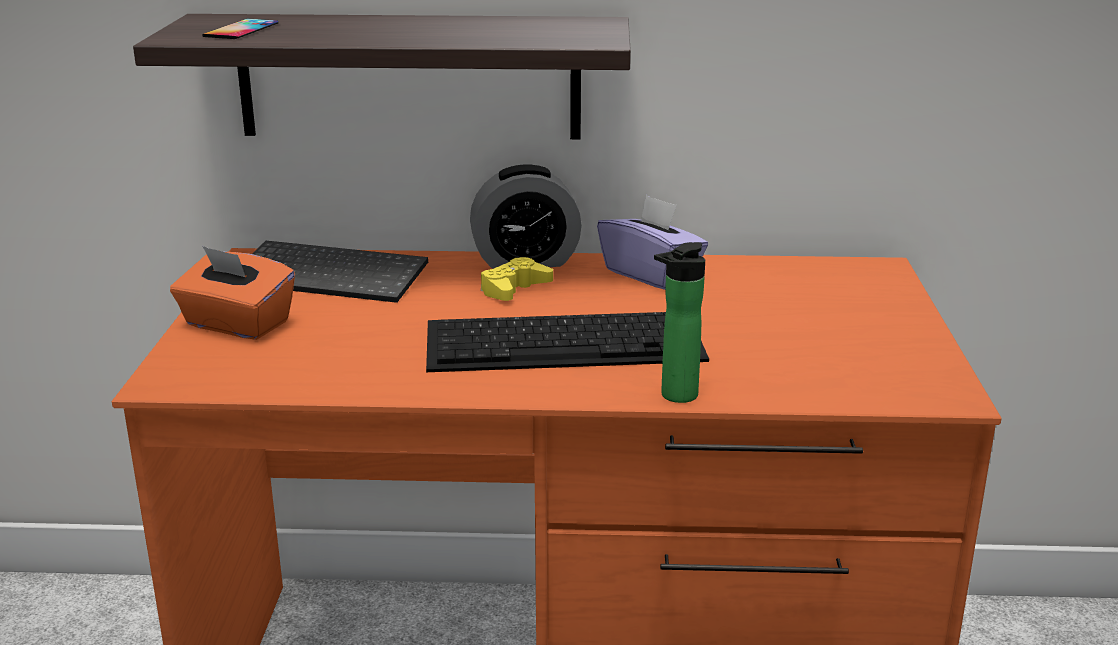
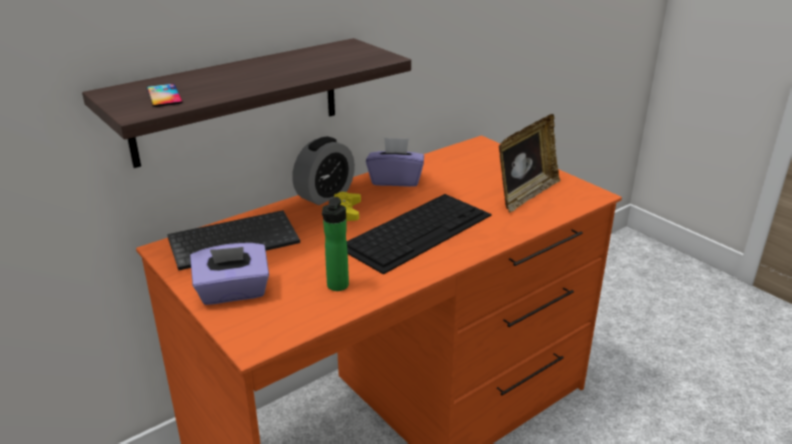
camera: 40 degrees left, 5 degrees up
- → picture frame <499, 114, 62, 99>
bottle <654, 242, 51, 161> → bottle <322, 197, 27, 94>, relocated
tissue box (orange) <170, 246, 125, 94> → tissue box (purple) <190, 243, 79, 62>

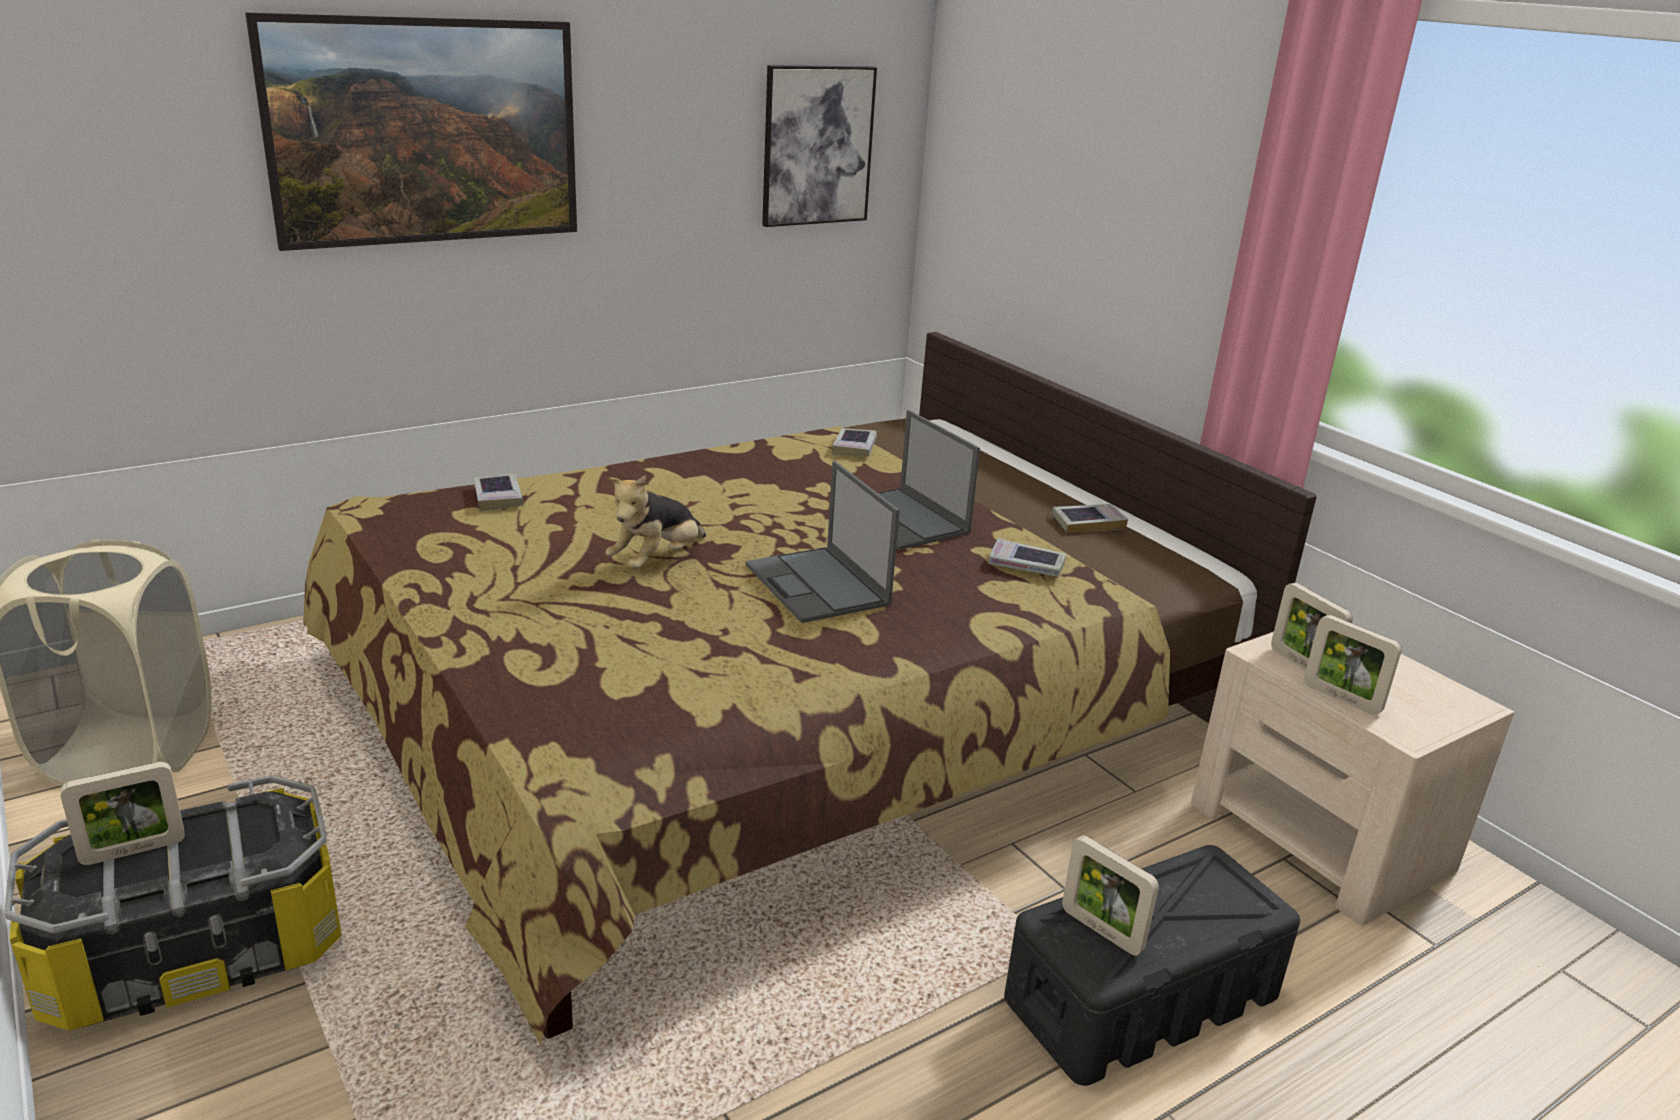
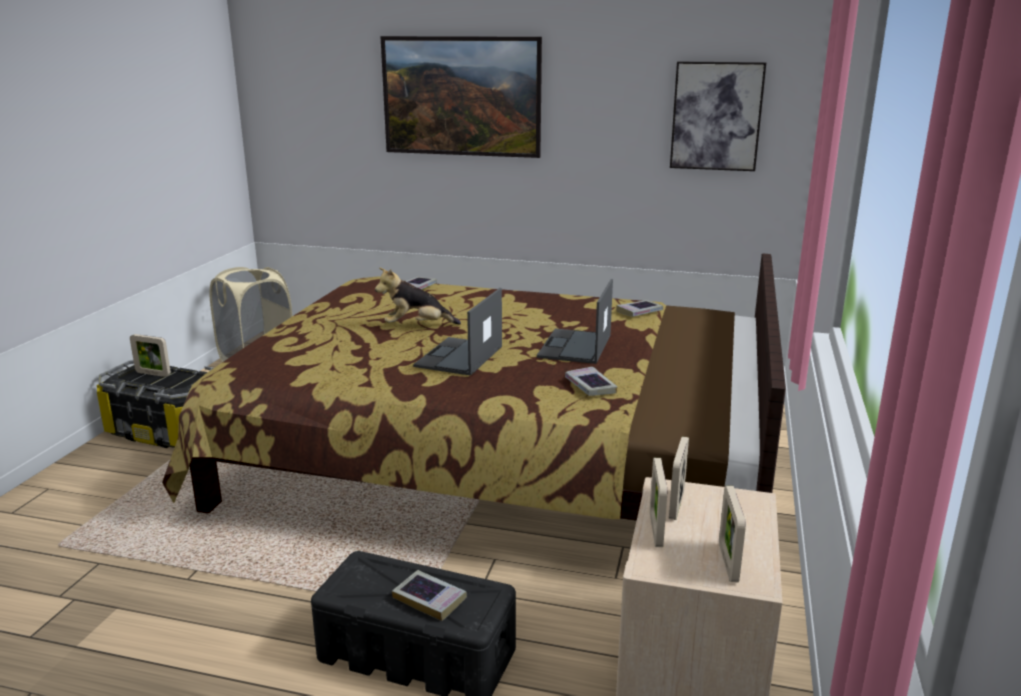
camera: 50 degrees right, 5 degrees down
book <1052, 504, 76, 29> → book <392, 570, 75, 51>, relocated
picture frame <1062, 836, 97, 120> → picture frame <719, 485, 27, 97>, relocated

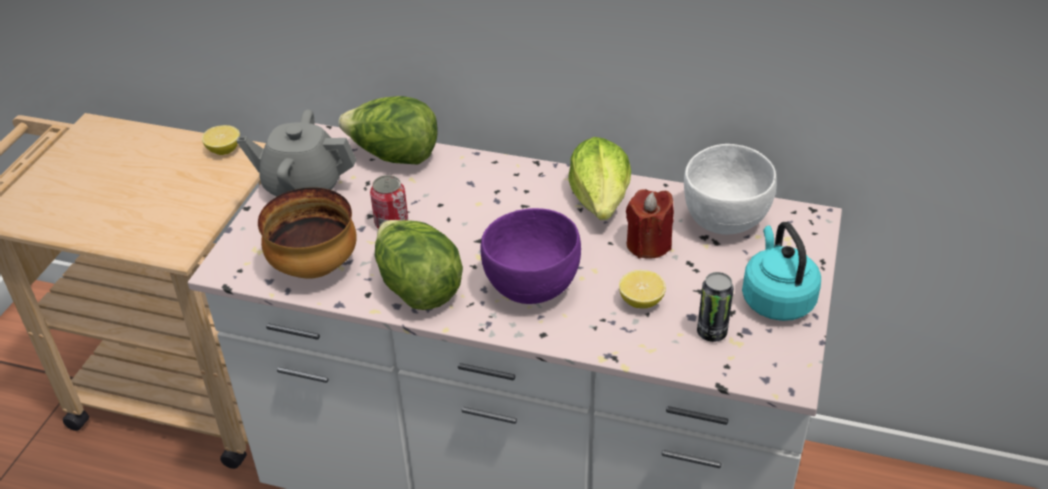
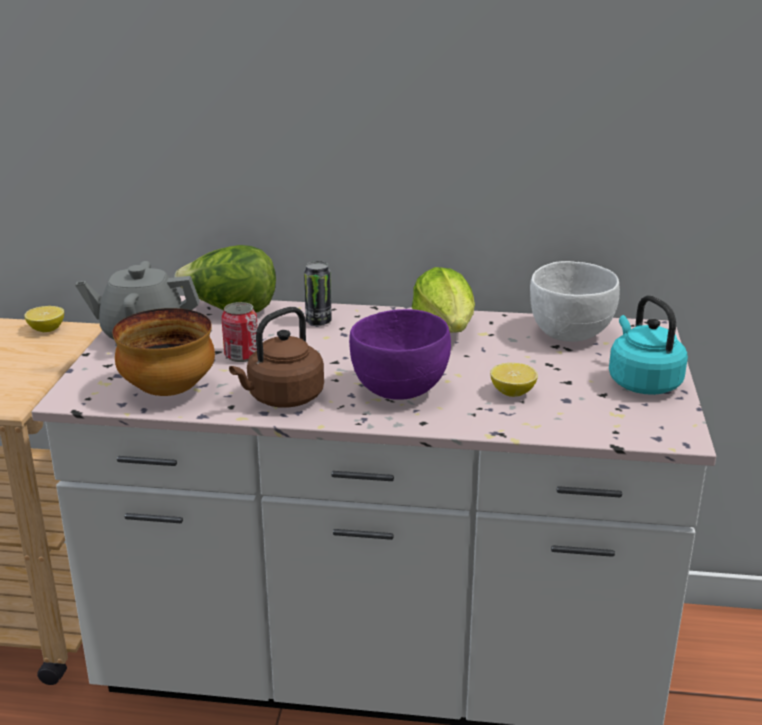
camera: 10 degrees left, 15 degrees down
candle (red) <626, 189, 48, 70> → -
can <697, 272, 37, 70> → can <304, 261, 28, 65>, relocated
lettuce <375, 220, 88, 90> → kettle (brown) <229, 307, 95, 101>

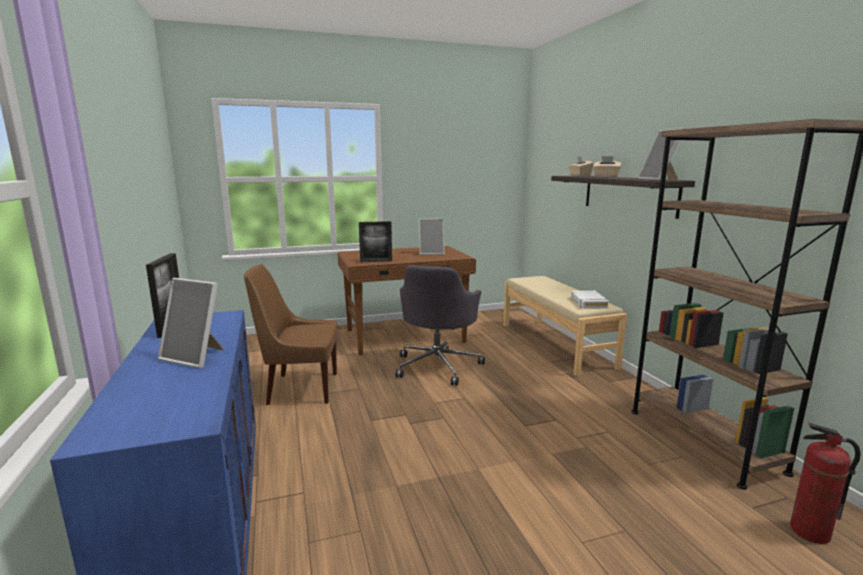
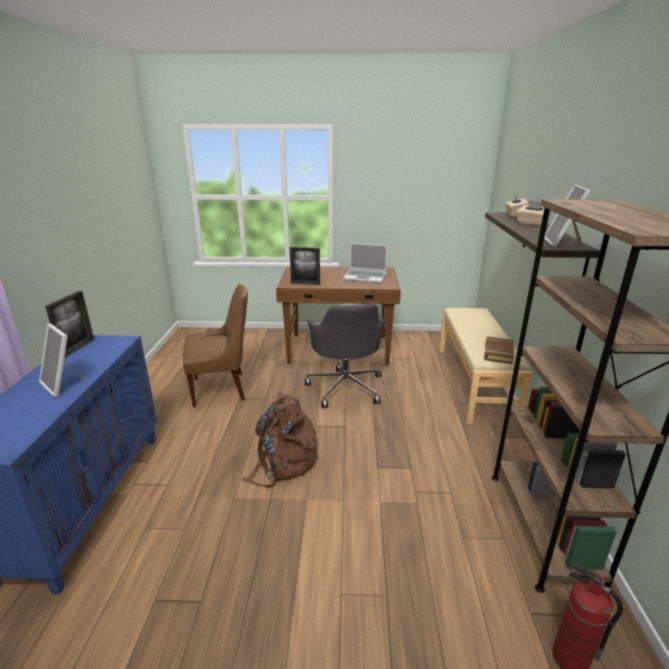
camera: 20 degrees right, 10 degrees up
- → backpack (brown) <242, 392, 77, 96>
picture frame <419, 219, 25, 36> → laptop <343, 243, 45, 40>
book (white) <571, 291, 38, 18> → book (brown) <484, 337, 30, 27>
chair (brown) <244, 264, 94, 141> → chair (brown) <183, 284, 65, 123>, 150 degrees clockwise
office chair (grey) <395, 265, 90, 121> → office chair (grey) <305, 303, 79, 105>, 45 degrees counterclockwise

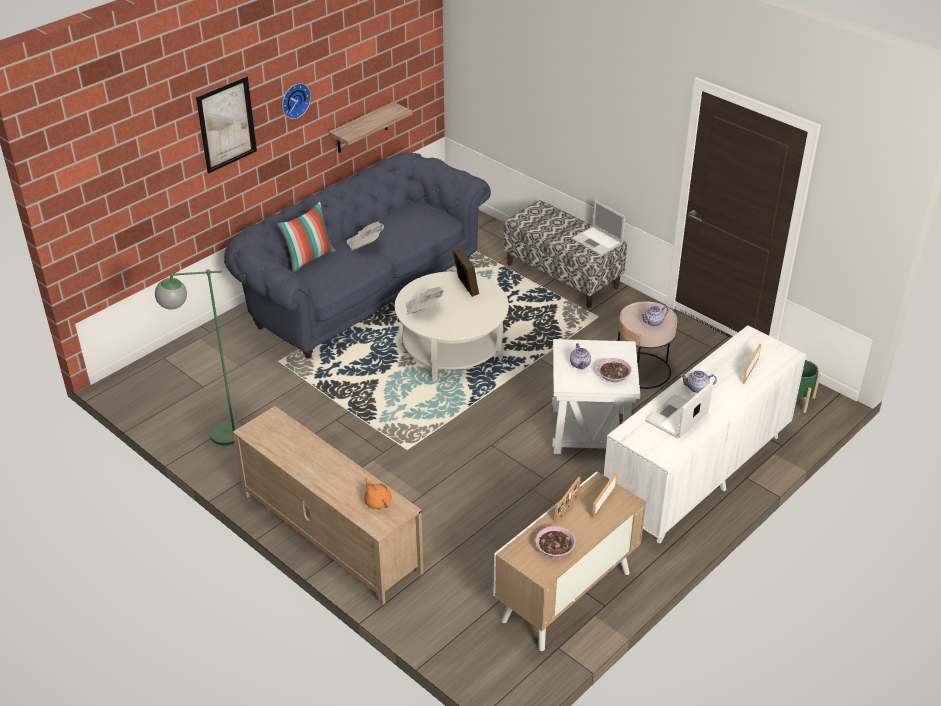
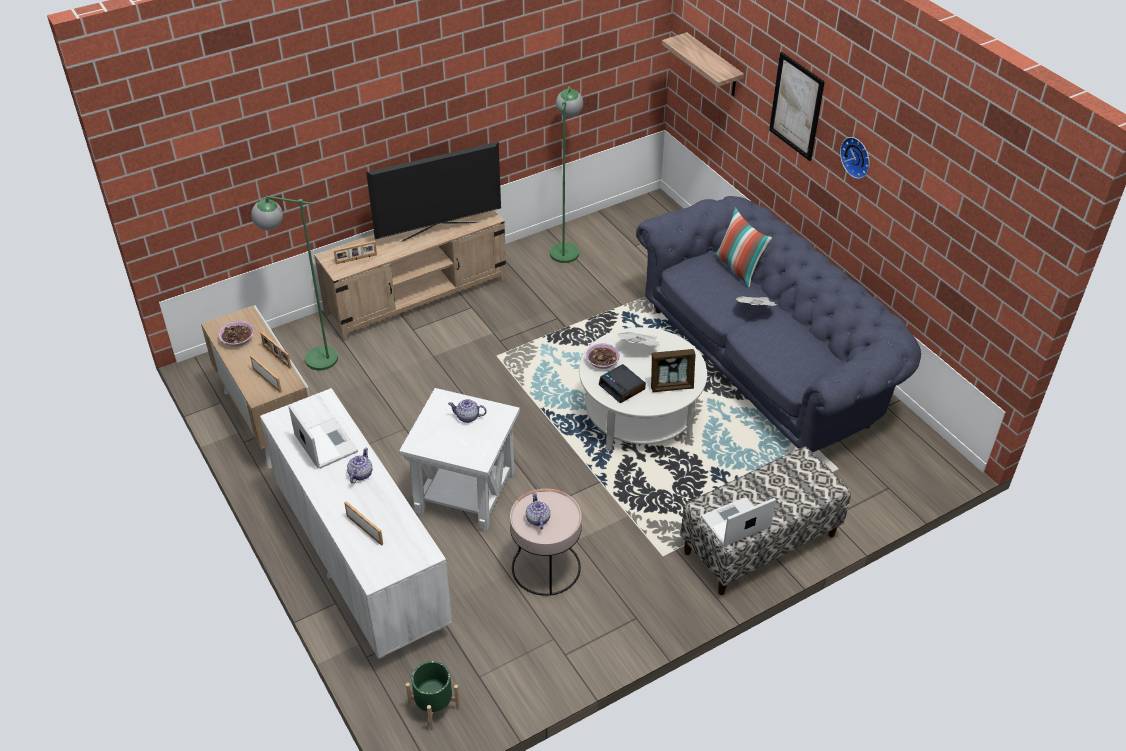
camera: 105 degrees right, 5 degrees up
- → floor lamp (green) <251, 196, 87, 174>
- → television <366, 142, 135, 100>
- → alarm clock <599, 364, 47, 39>
shelf <329, 102, 83, 51> → shelf <662, 32, 82, 64>, relocated
bowl <597, 358, 35, 24> → bowl <586, 344, 34, 25>, relocated
teapot (orange) <364, 477, 28, 32> → picture frame <334, 241, 43, 23>

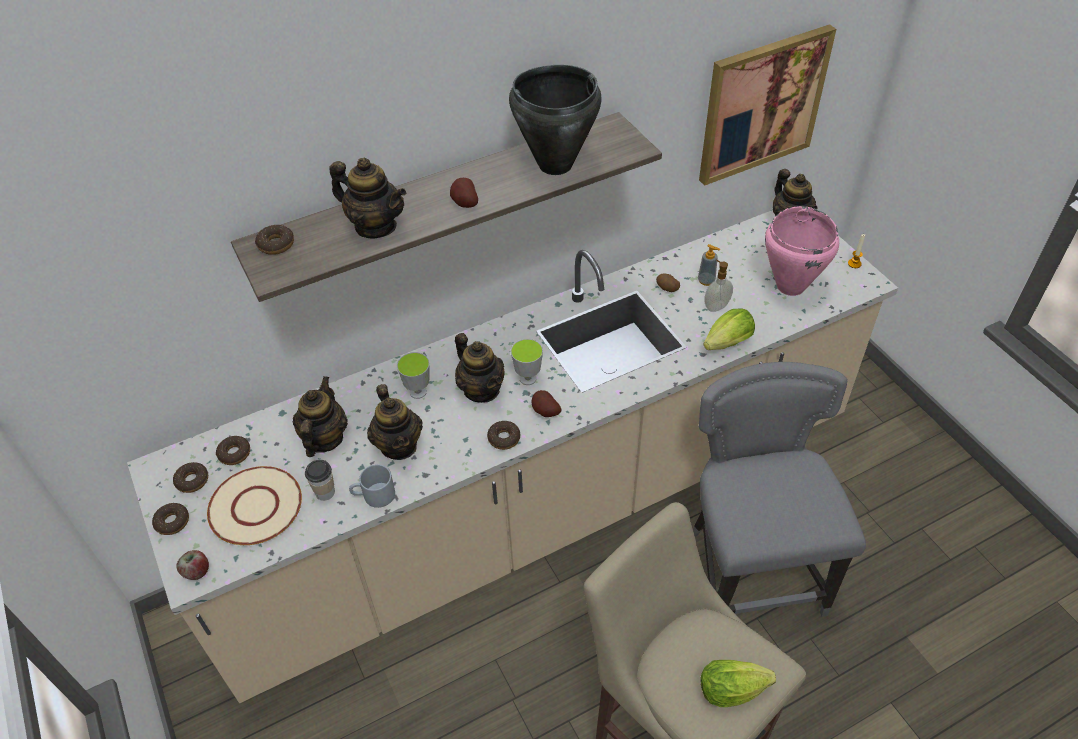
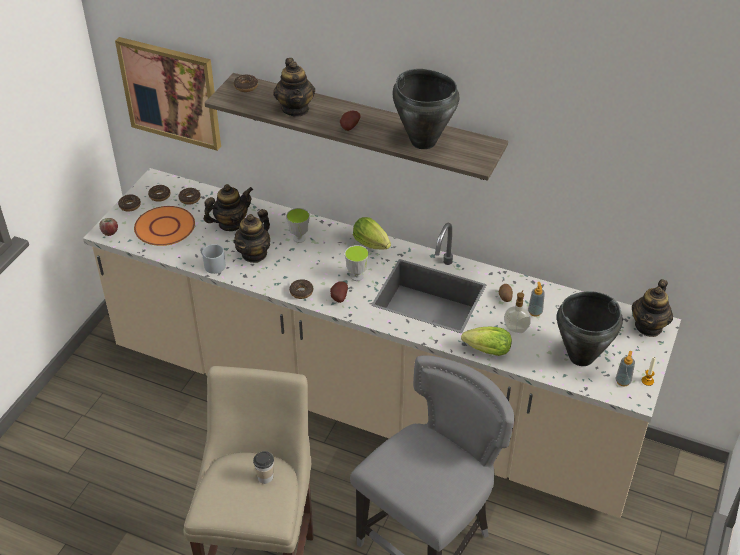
camera: 50 degrees right, 5 degrees down
teapot <455, 333, 50, 70> → -
- → soap dispenser <616, 351, 19, 36>
cup <305, 459, 30, 42> → cup <253, 451, 21, 33>, relocated
picture <699, 24, 137, 162> → picture <115, 37, 106, 114>, relocated
lettuce <700, 660, 76, 47> → lettuce <353, 217, 38, 32>, relocated
plate (beige) <207, 466, 95, 79> → plate (orange) <134, 206, 61, 40>
cooking pot (pink) <765, 206, 74, 90> → cooking pot (black) <557, 291, 66, 75>

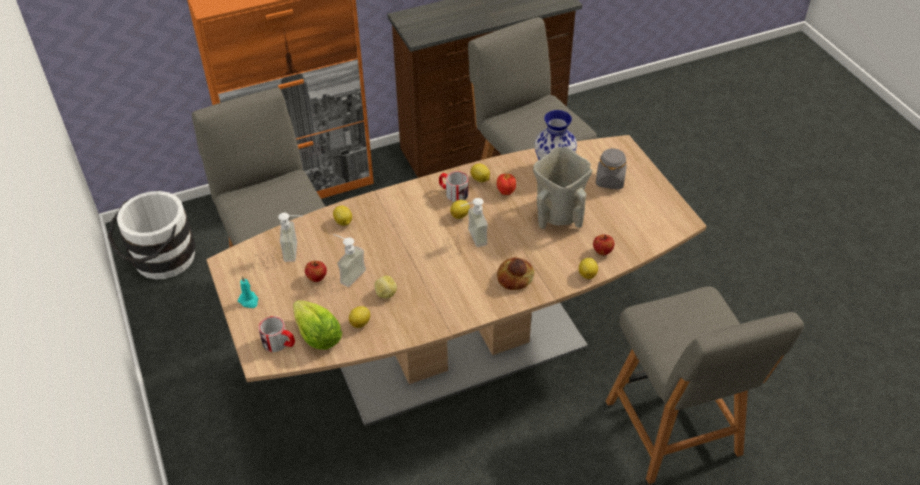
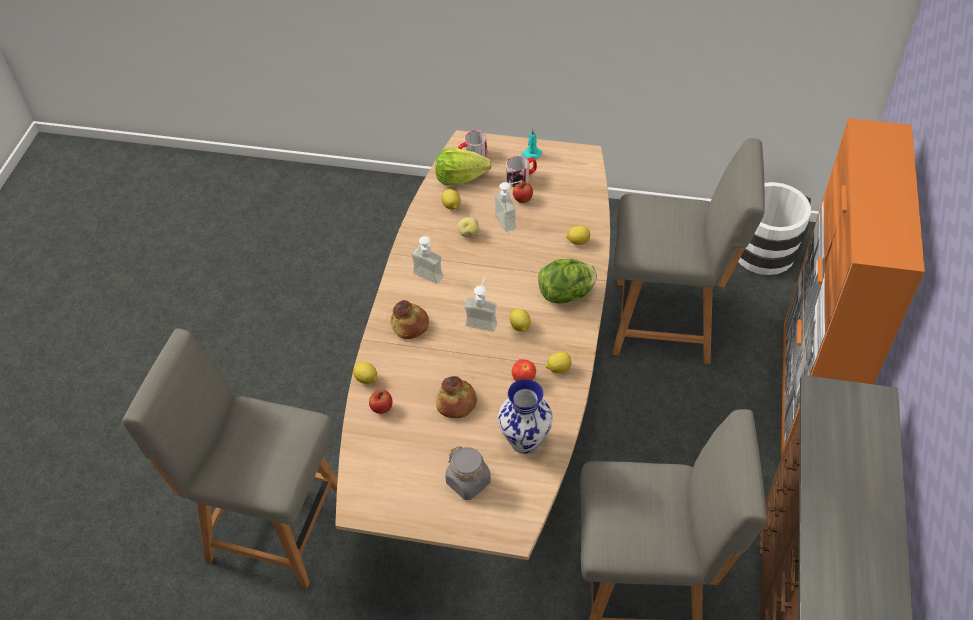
camera: 125 degrees right, 5 degrees up
- → lettuce <538, 259, 59, 45>
soap dispenser <278, 213, 25, 49> → soap dispenser <411, 236, 32, 48>, relocated
mug <439, 171, 29, 31> → mug <506, 156, 31, 31>, relocated
vase (beige) <533, 146, 59, 83> → bread <436, 376, 41, 42>

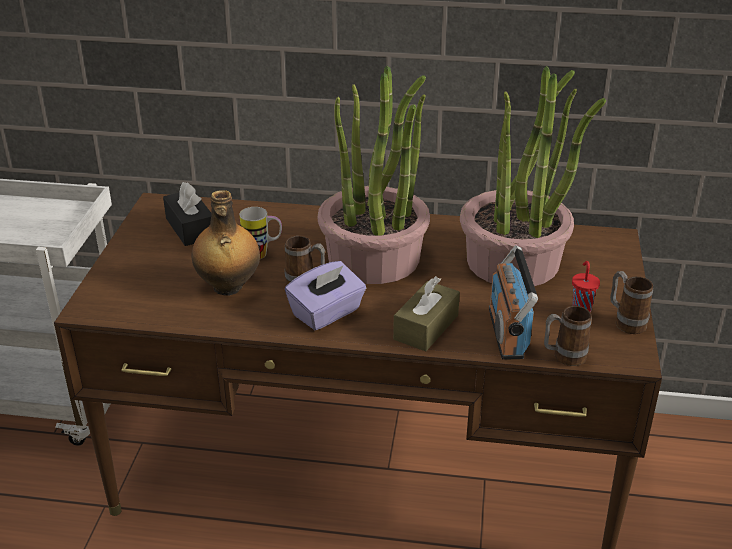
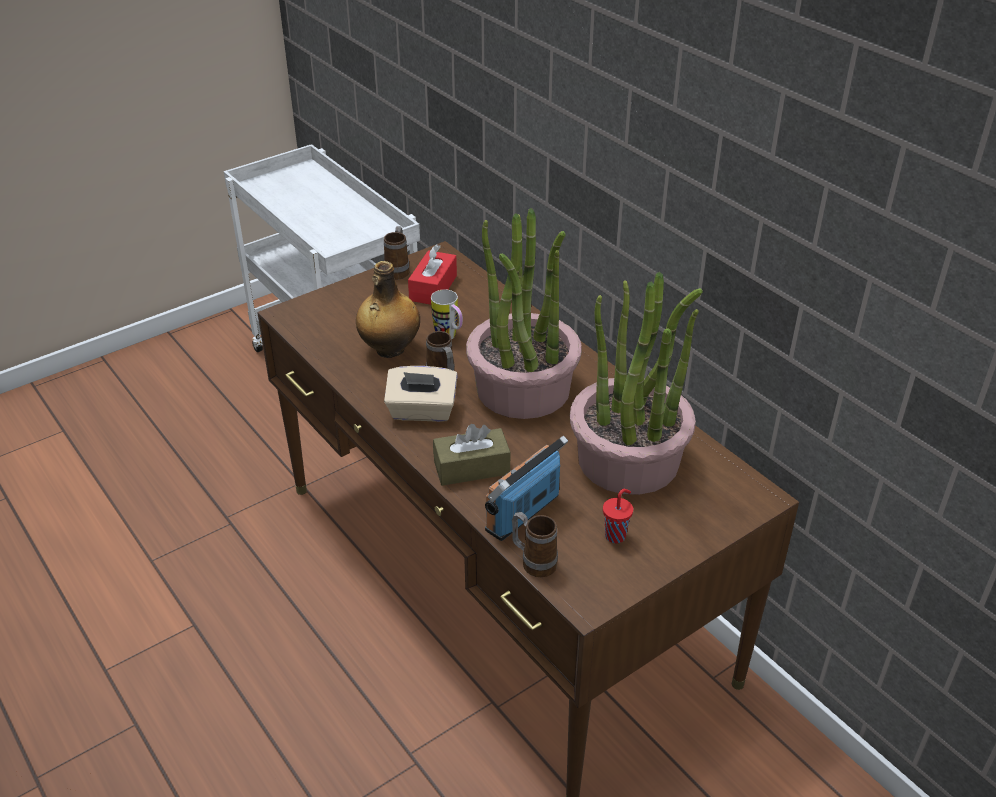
camera: 45 degrees right, 5 degrees up
mug <610, 271, 43, 63> → mug <384, 226, 25, 54>, relocated
tissue box (black) <163, 182, 48, 64> → tissue box (red) <408, 244, 49, 61>
tissue box (purple) <285, 261, 81, 69> → tissue box (beige) <384, 366, 74, 56>

